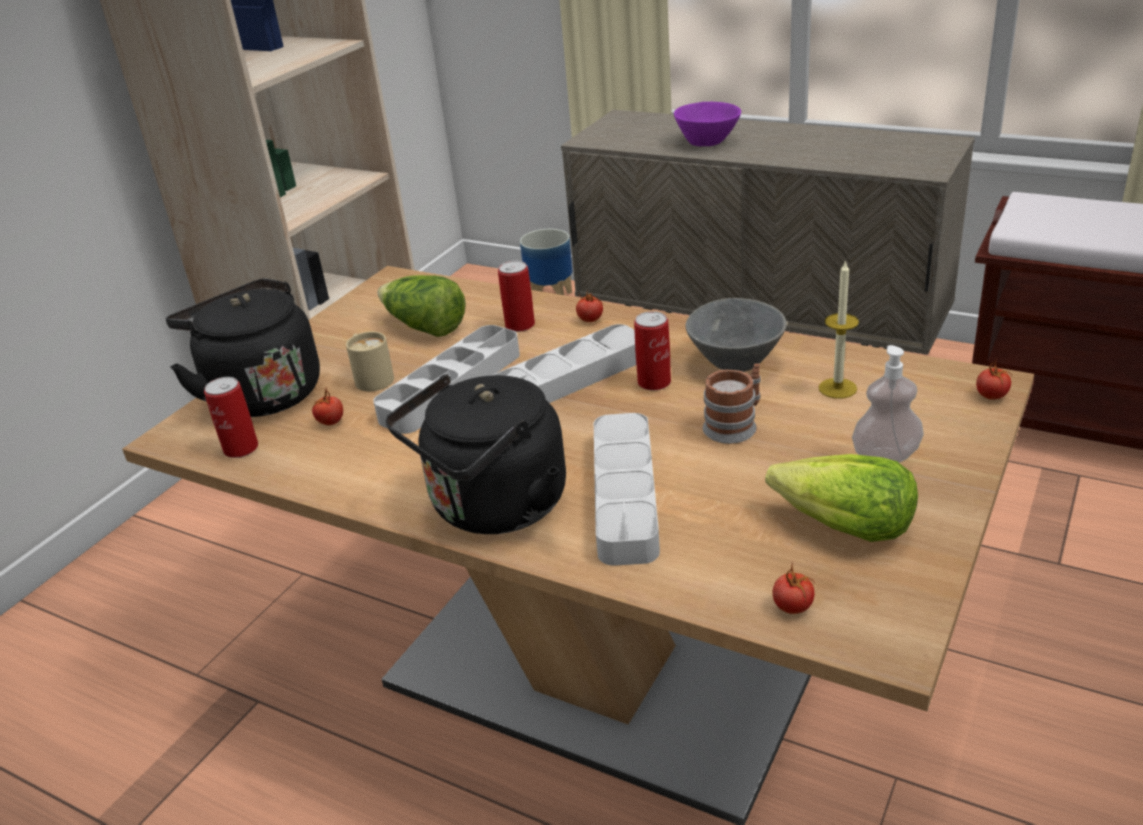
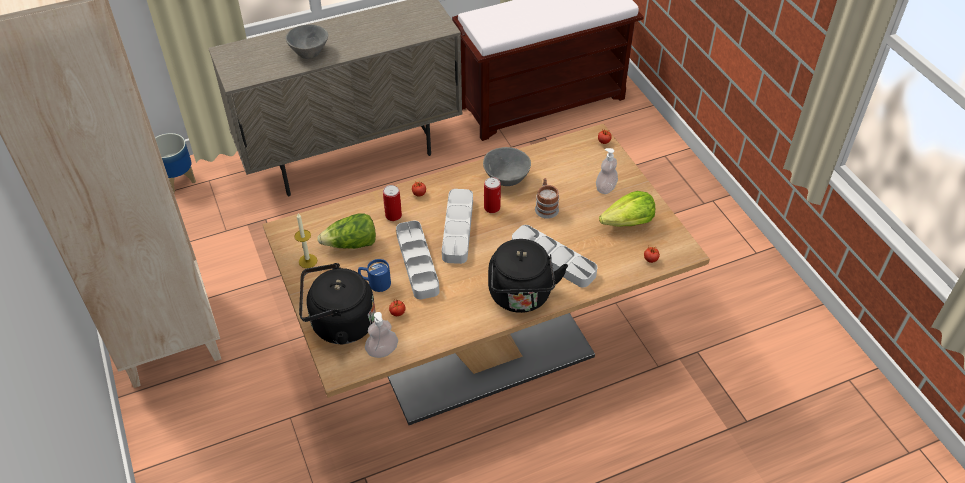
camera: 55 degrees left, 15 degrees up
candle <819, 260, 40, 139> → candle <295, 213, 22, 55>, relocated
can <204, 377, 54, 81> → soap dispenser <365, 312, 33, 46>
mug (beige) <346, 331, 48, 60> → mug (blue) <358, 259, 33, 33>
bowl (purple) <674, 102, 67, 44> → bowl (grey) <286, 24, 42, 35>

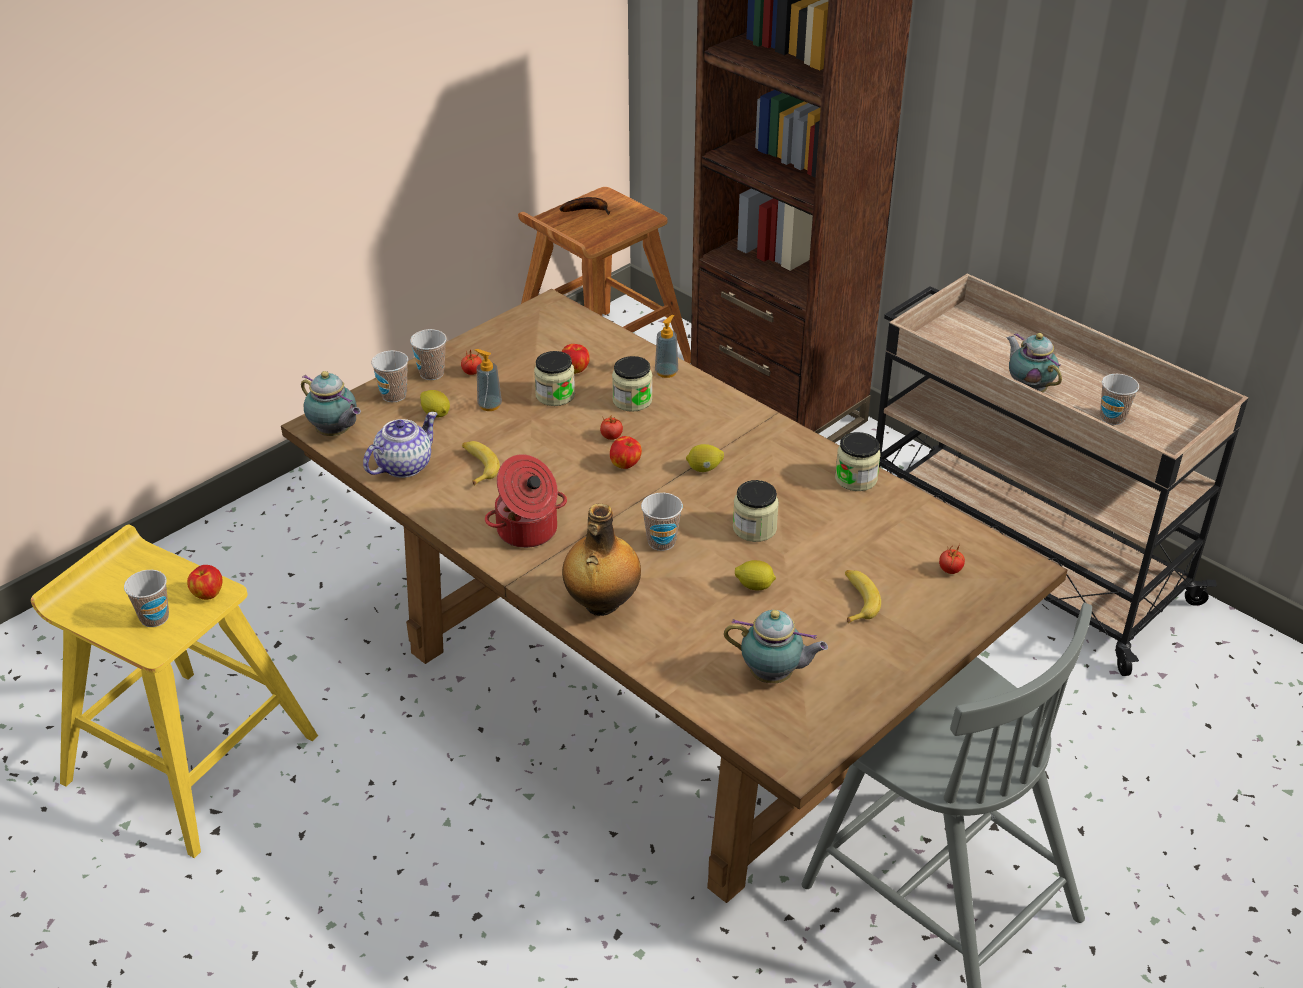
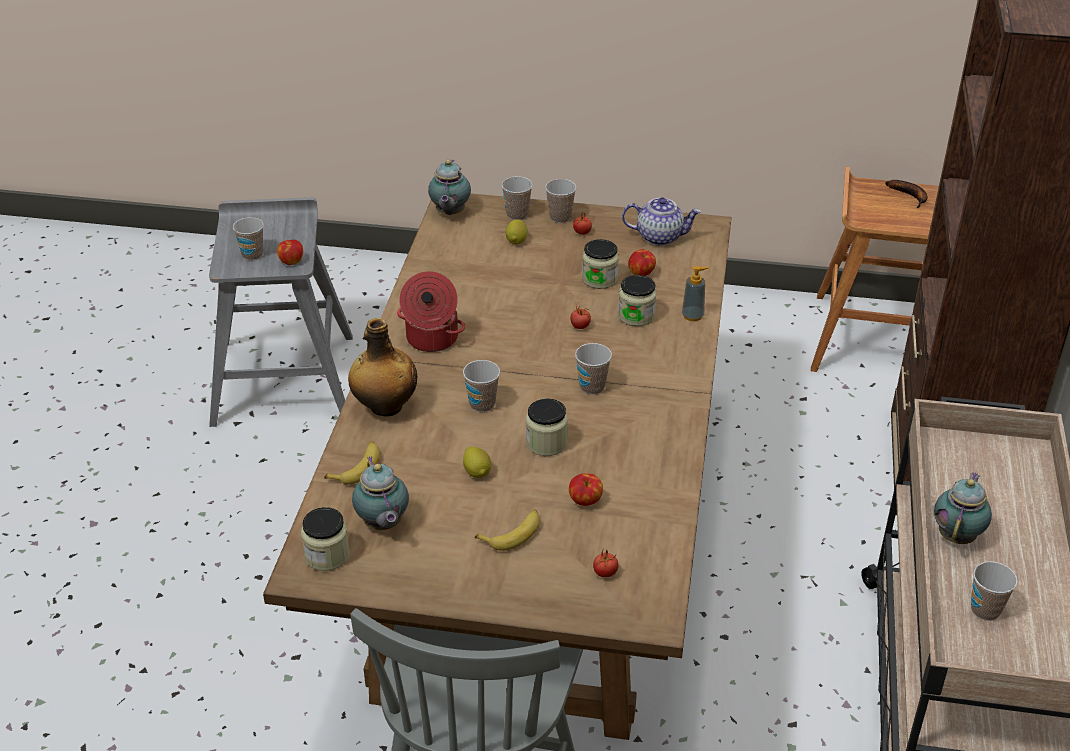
camera: 55 degrees right, 0 degrees up
soap dispenser <475, 349, 27, 62> → -
teapot <363, 412, 75, 66> → teapot <622, 197, 79, 49>, relocated
banana <462, 441, 38, 45> → banana <324, 441, 56, 43>, relocated
apple <610, 436, 32, 33> → apple <569, 473, 34, 33>, relocated
jar <835, 432, 46, 59> → jar <301, 507, 49, 64>, relocated
lemon <686, 444, 38, 28> → cup <575, 343, 37, 52>
stool (yellow) <31, 524, 287, 334> → stool (grey) <209, 197, 144, 230>

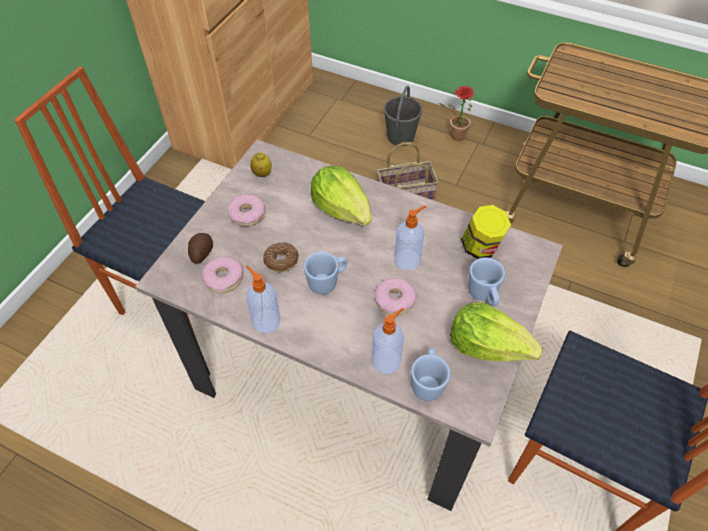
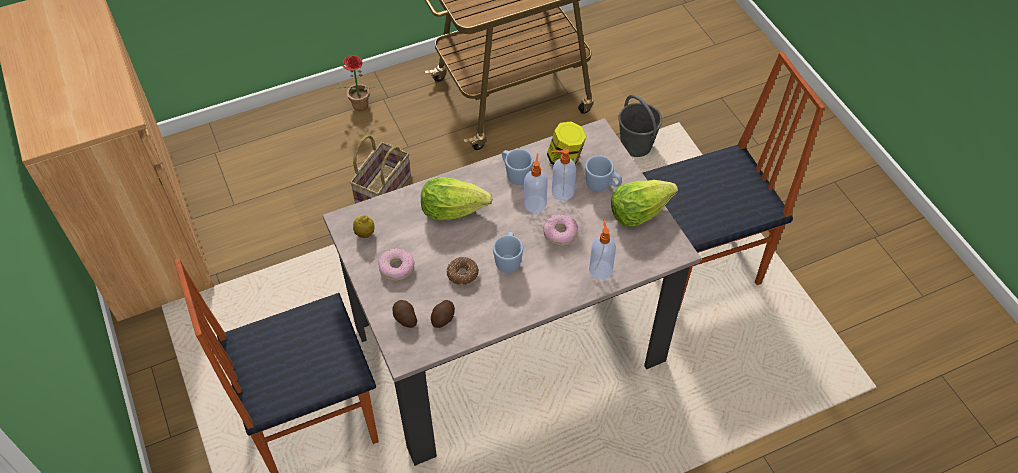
camera: 50 degrees left, 0 degrees up
soap dispenser <246, 265, 35, 68> → soap dispenser <552, 149, 24, 52>, relocated
bucket (grey) <384, 86, 39, 60> → bucket (grey) <618, 95, 44, 62>, relocated
mug (blue) <411, 348, 39, 53> → mug (blue) <502, 149, 31, 36>, relocated
donut <202, 256, 41, 37> → potato <431, 300, 24, 28>

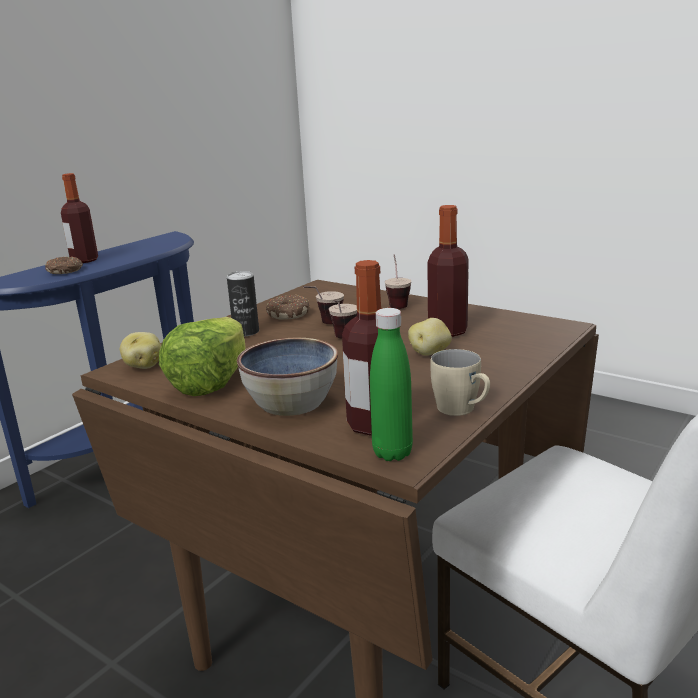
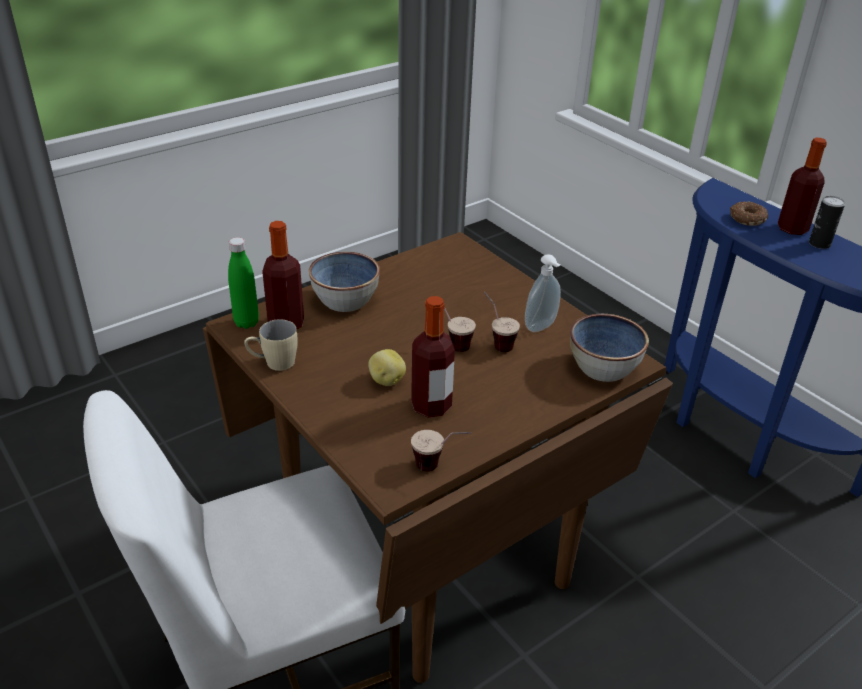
camera: 105 degrees right, 15 degrees up
potato <120, 332, 41, 37> → -
lettuce <159, 317, 87, 79> → -
- → bowl <570, 314, 79, 68>
can <227, 271, 32, 65> → can <809, 196, 36, 53>, relocated
cup <385, 255, 26, 54> → cup <411, 430, 61, 42>, relocated
donut <266, 295, 44, 25> → soap dispenser <525, 254, 36, 78>

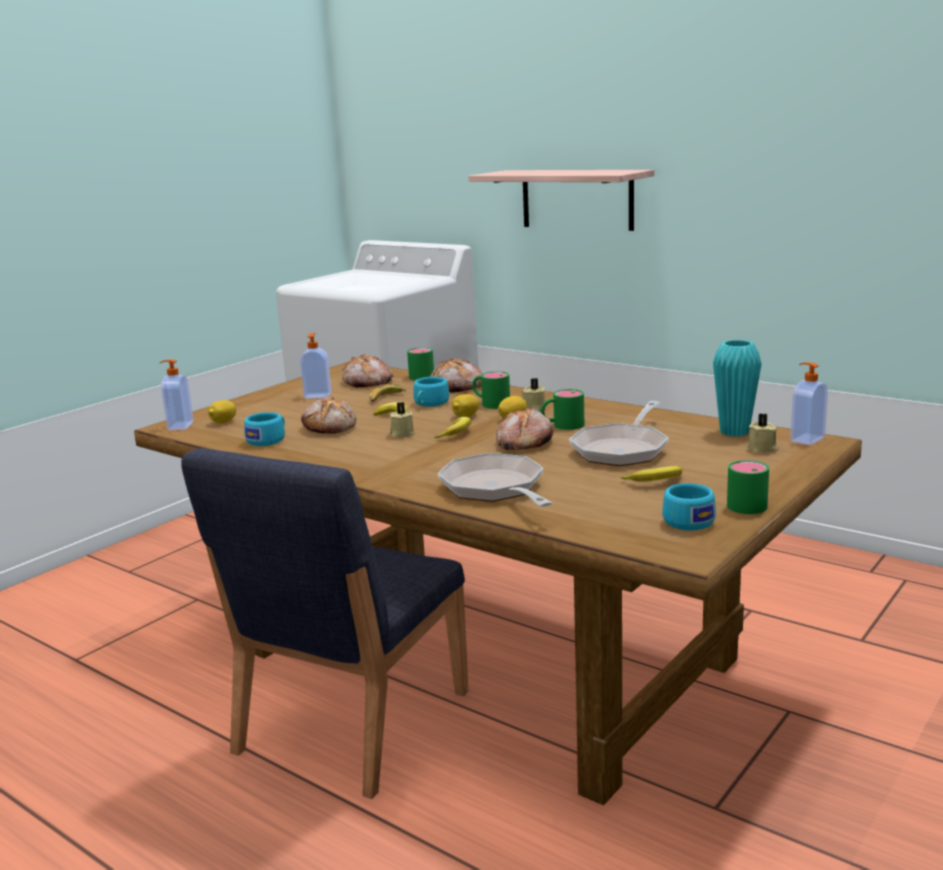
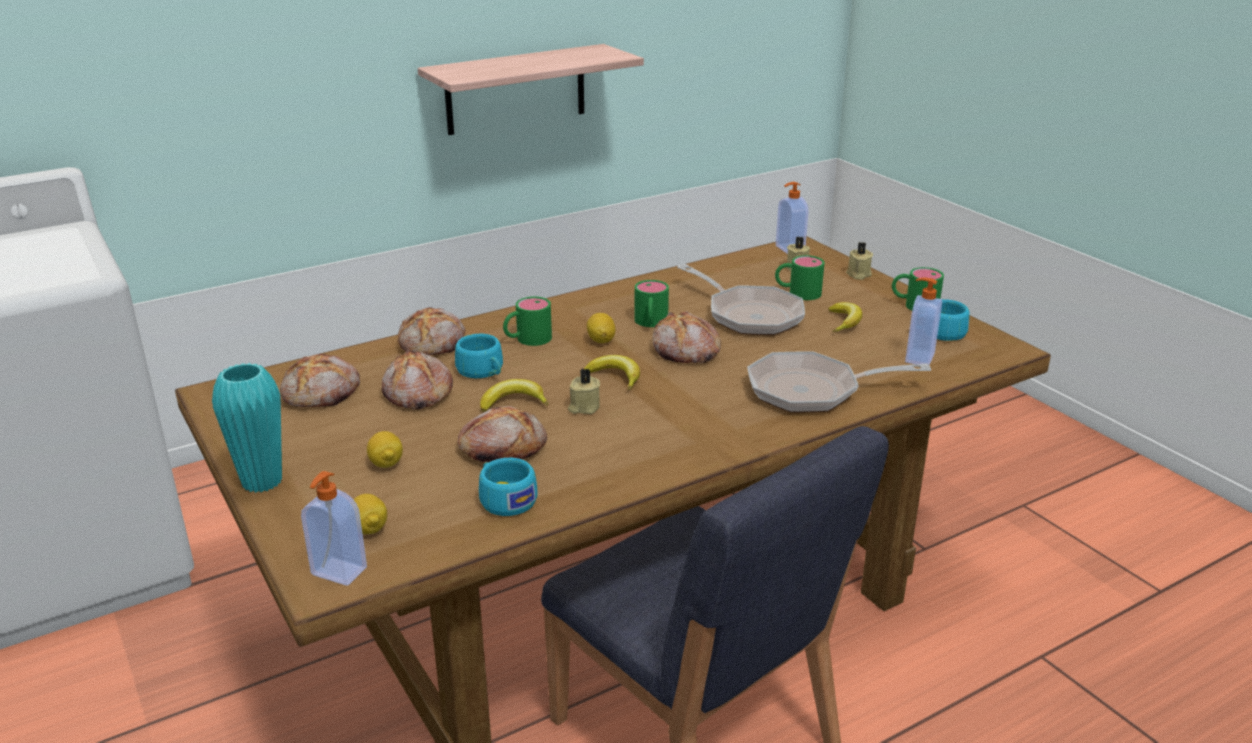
camera: 70 degrees left, 10 degrees up
soap dispenser <300, 333, 32, 66> → soap dispenser <905, 278, 37, 87>, relocated
mug (green) <407, 347, 27, 33> → mug (green) <775, 255, 50, 45>, relocated
lemon <452, 394, 27, 23> → lemon <367, 431, 36, 37>, relocated
shelf <469, 170, 185, 61> → shelf <418, 44, 226, 91>, relocated
candle (beige) <522, 378, 24, 33> → candle (beige) <846, 242, 27, 38>, relocated
vase (turquoise) <713, 340, 49, 97> → vase (turquoise) <212, 363, 70, 130>, relocated
banana <369, 384, 37, 18> → bread <382, 350, 71, 59>

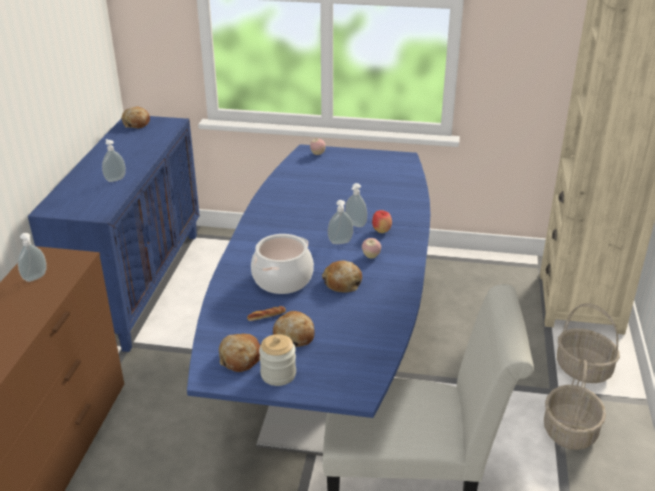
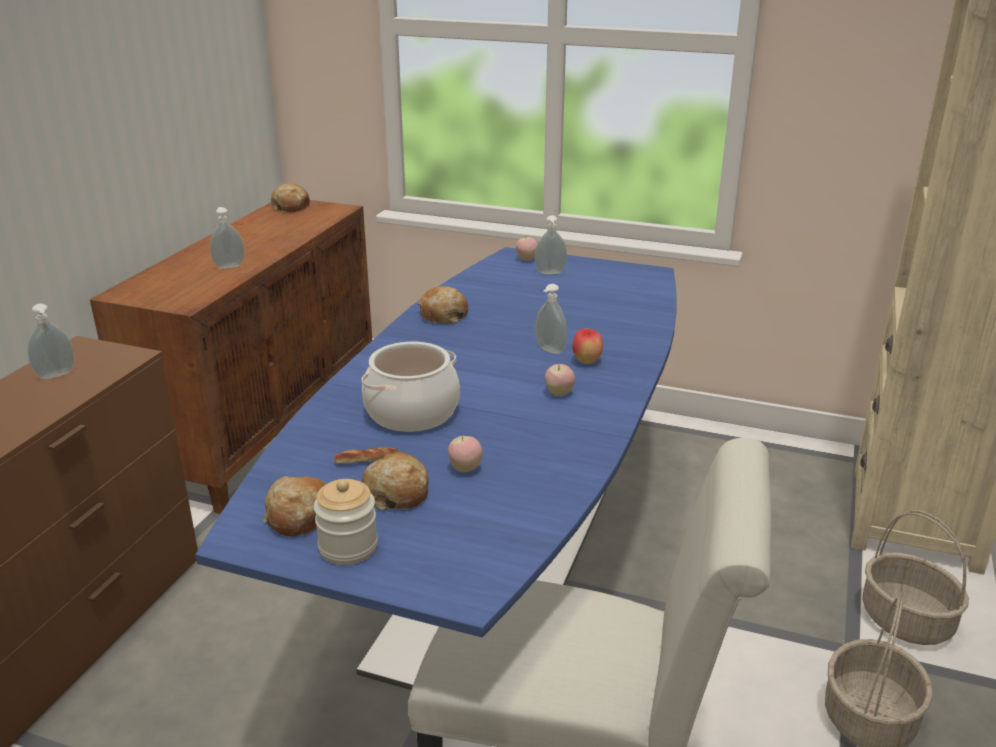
camera: 10 degrees right, 5 degrees down
- → apple <448, 436, 35, 36>
bread <322, 261, 40, 32> → bread <418, 286, 50, 38>, relocated
soap dispenser <328, 200, 25, 44> → soap dispenser <535, 215, 32, 59>, relocated
cabinet (blue) <28, 116, 172, 236> → cabinet (brown) <90, 200, 282, 314>

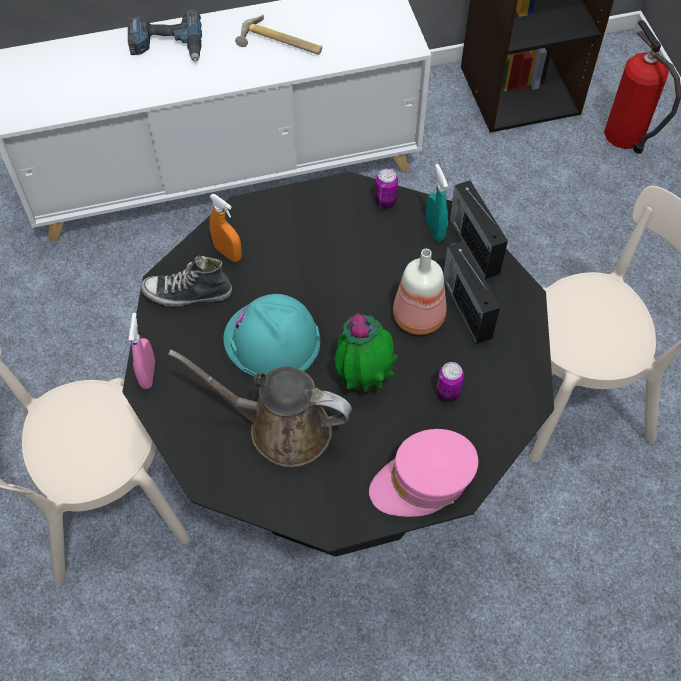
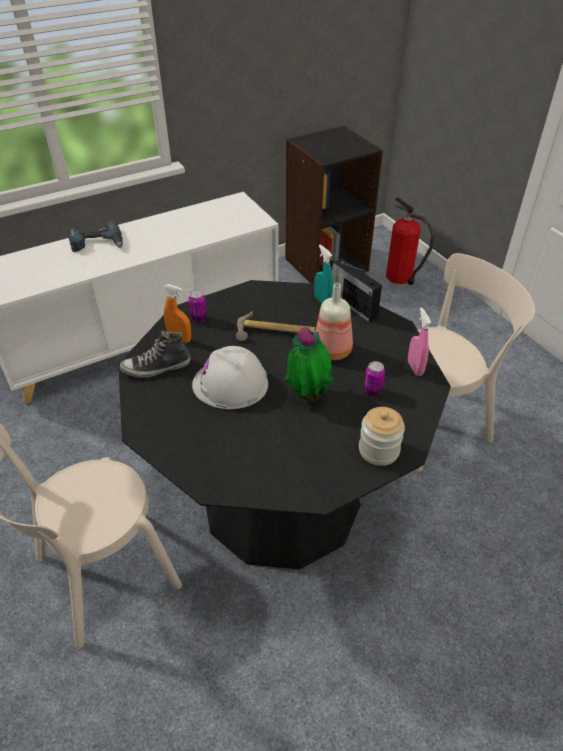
camera: 15 degrees left, 15 degrees down
watering can (brown) <168, 349, 184, 118> → -
radio <443, 241, 57, 103> → -
spray bottle (pink) <128, 312, 27, 77> → spray bottle (pink) <408, 307, 23, 69>, relocated
hammer <235, 14, 87, 41> → hammer <236, 311, 79, 30>, relocated
can <375, 169, 23, 40> → can <189, 290, 18, 33>, relocated
cap (pink) <369, 429, 109, 88> → jar <359, 407, 46, 59>
hard hat (turquoise) <223, 294, 97, 84> → hard hat (white) <192, 346, 76, 63>

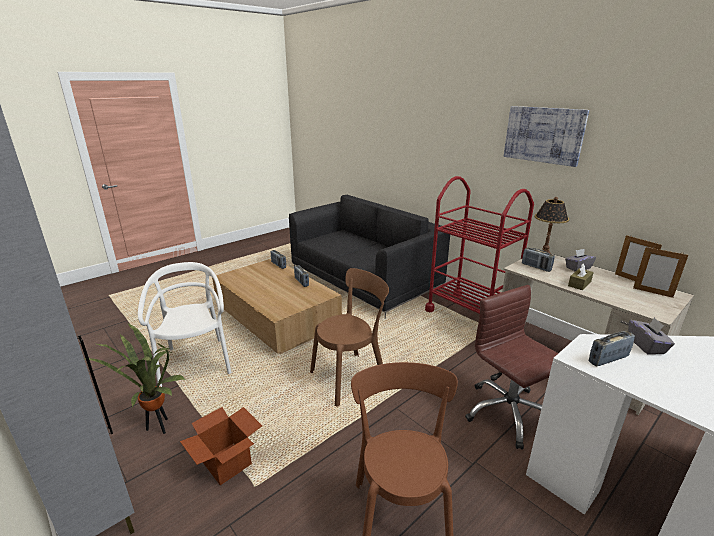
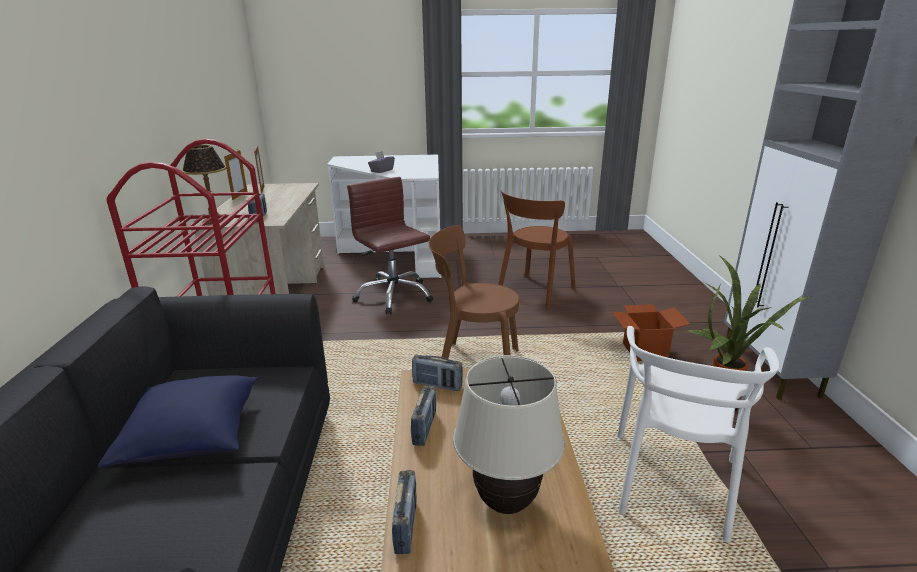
camera: 140 degrees left, 0 degrees up
picture <504, 106, 85, 61> → -
tissue box (grey) <565, 249, 31, 23> → -
tissue box (brown) <568, 263, 26, 27> → -
- → pillow (blue) <98, 375, 160, 93>
- → table lamp (beige) <453, 355, 112, 159>
radio <589, 331, 46, 36> → radio <412, 355, 51, 36>, relocated
office chair (brown) <465, 285, 93, 165> → office chair (brown) <347, 177, 86, 137>, 135 degrees clockwise

